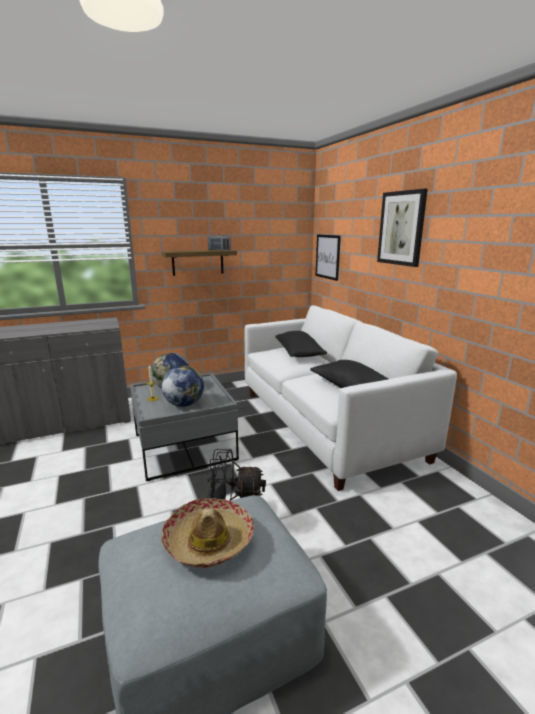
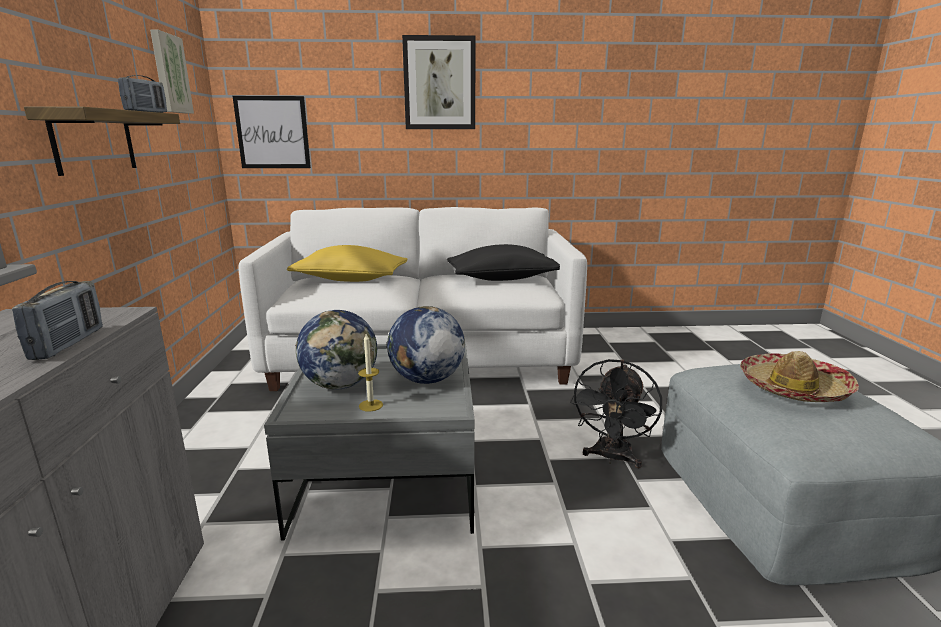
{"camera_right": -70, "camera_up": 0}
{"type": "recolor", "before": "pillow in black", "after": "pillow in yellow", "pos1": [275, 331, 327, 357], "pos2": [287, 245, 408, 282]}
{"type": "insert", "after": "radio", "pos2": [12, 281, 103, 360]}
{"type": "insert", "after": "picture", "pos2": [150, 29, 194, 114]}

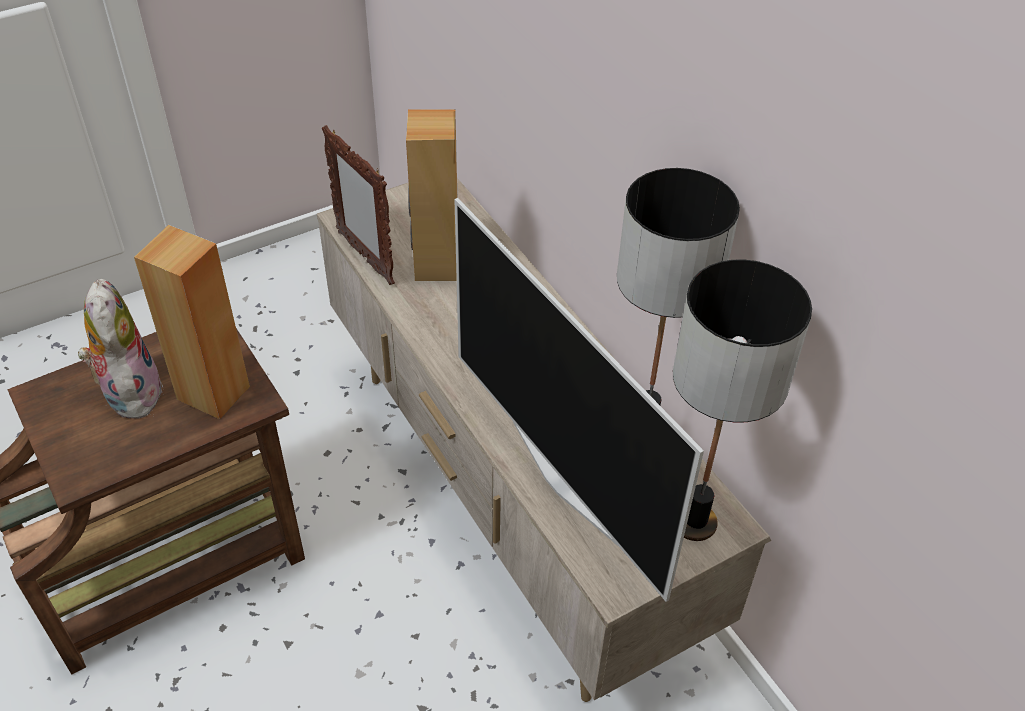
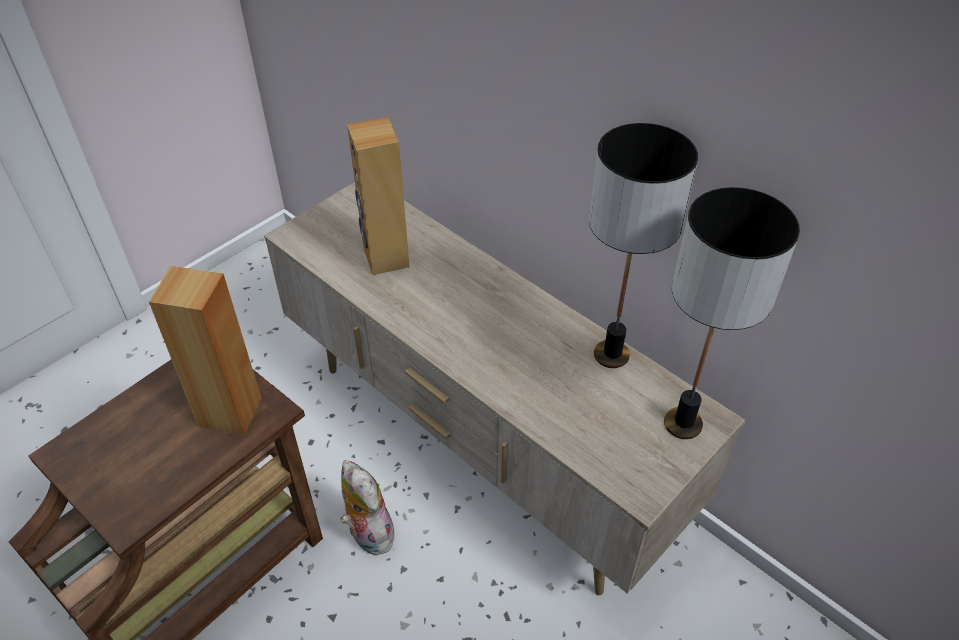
{"camera_right": -15, "camera_up": 0}
{"type": "move", "before": "plush toy", "pos1": [77, 279, 163, 419], "pos2": [341, 460, 397, 555]}
{"type": "delete", "before": "picture frame", "pos1": [322, 125, 395, 285]}
{"type": "delete", "before": "television", "pos1": [454, 198, 704, 602]}

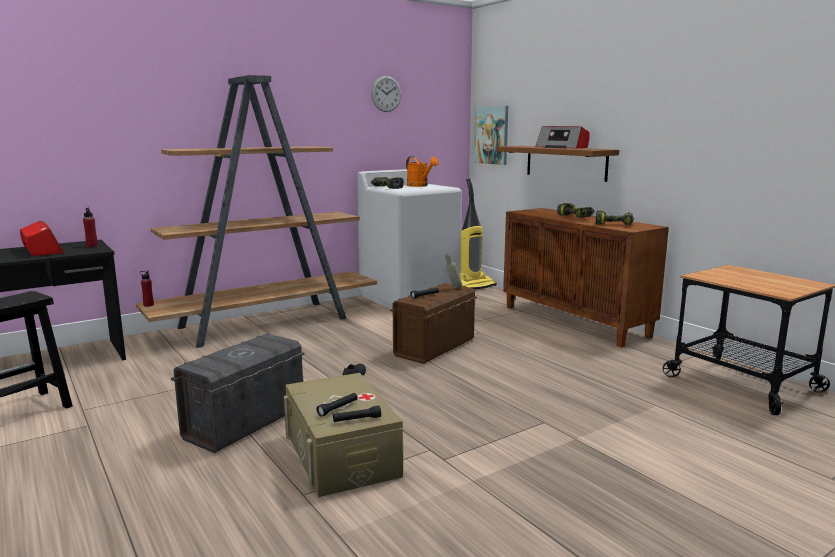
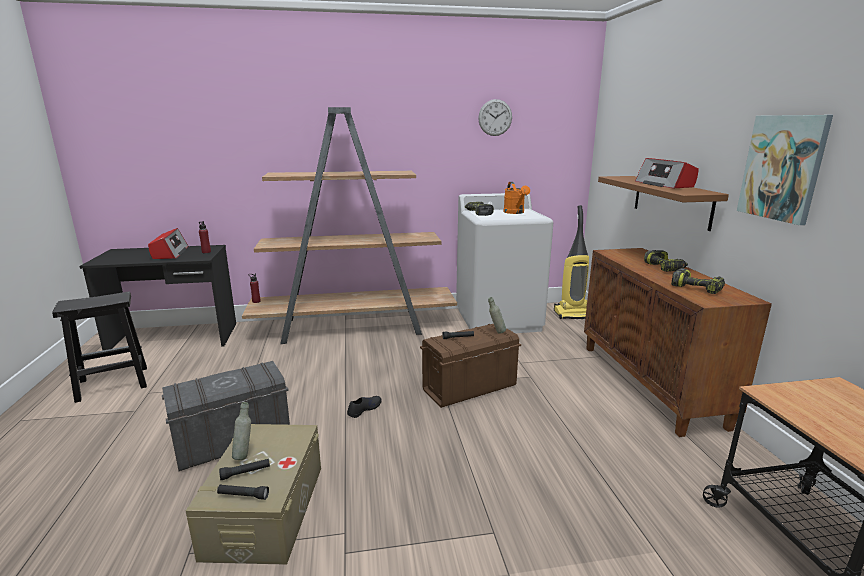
{"camera_right": 25, "camera_up": 5}
{"type": "move", "before": "picture", "pos1": [474, 106, 508, 165], "pos2": [737, 115, 833, 225]}
{"type": "insert", "after": "bottle in grey", "pos2": [232, 402, 251, 460]}

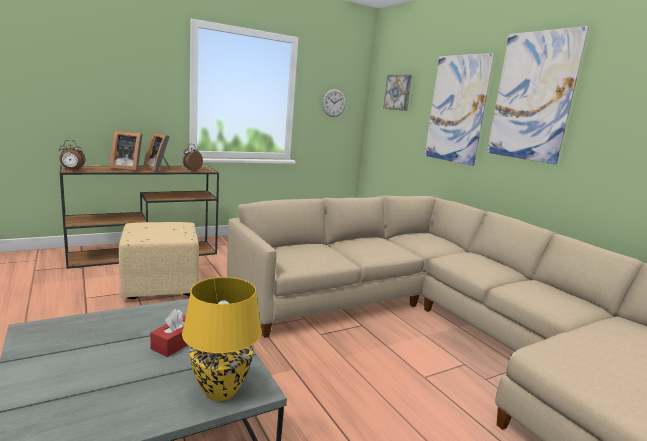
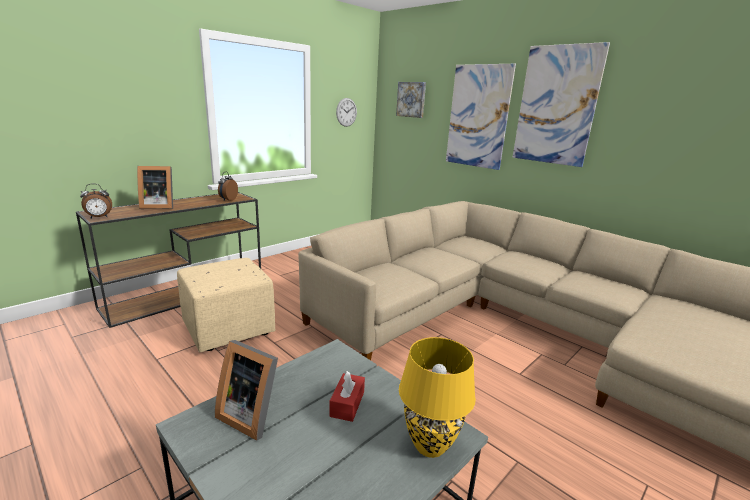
{"camera_right": -15, "camera_up": 5}
{"type": "move", "before": "picture frame", "pos1": [144, 132, 170, 171], "pos2": [215, 340, 278, 441]}

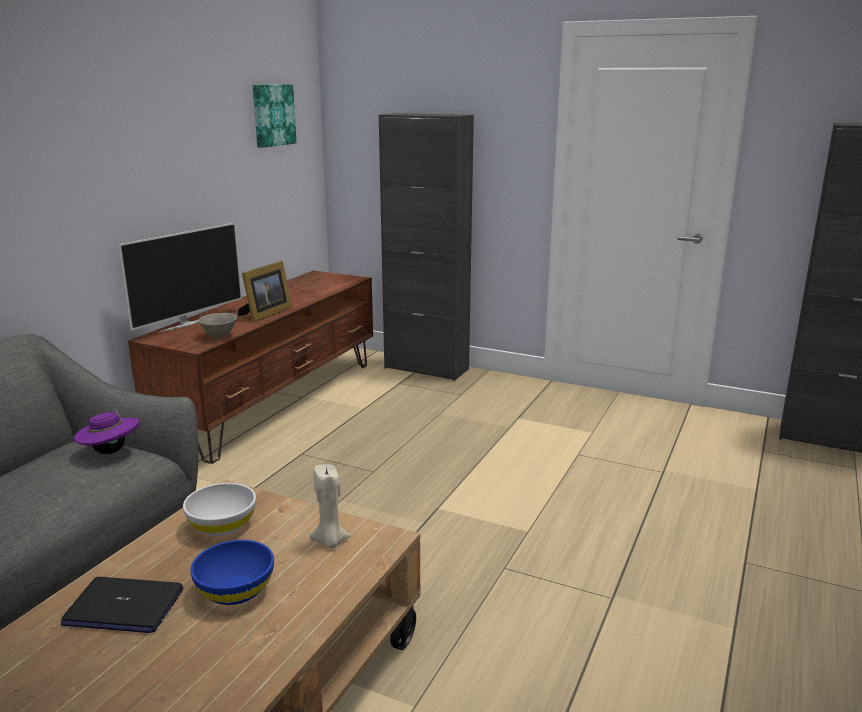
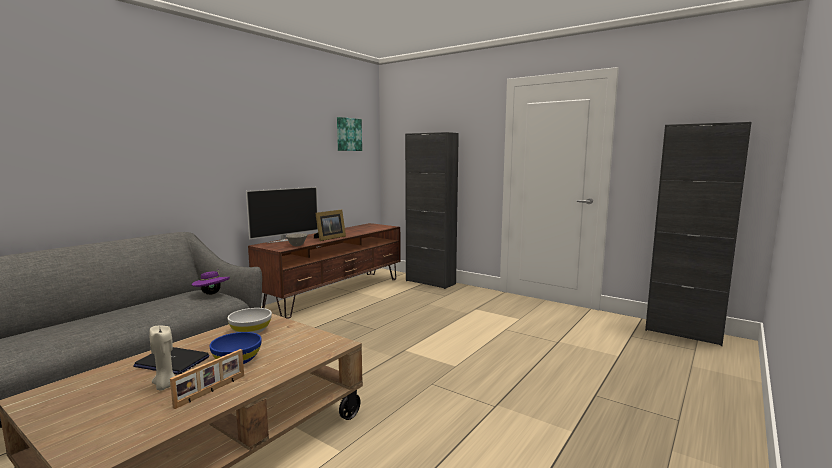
{"camera_right": 10, "camera_up": -10}
{"type": "move", "before": "candle in beige", "pos1": [310, 464, 350, 548], "pos2": [149, 326, 175, 390]}
{"type": "insert", "after": "picture frame", "pos2": [170, 349, 244, 409]}

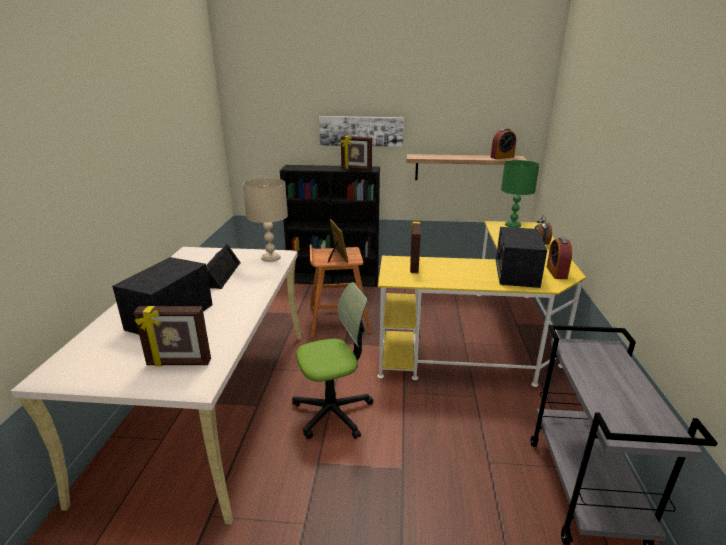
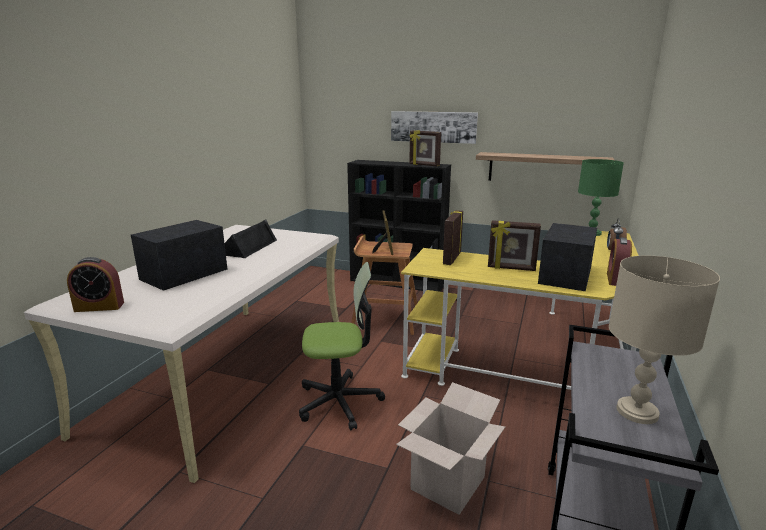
{"camera_right": 15, "camera_up": -5}
{"type": "move", "before": "picture frame", "pos1": [134, 306, 211, 366], "pos2": [488, 220, 541, 271]}
{"type": "move", "before": "table lamp in beige", "pos1": [243, 178, 288, 262], "pos2": [609, 256, 720, 424]}
{"type": "move", "before": "alarm clock", "pos1": [491, 128, 516, 159], "pos2": [67, 257, 124, 312]}
{"type": "insert", "after": "cardboard box", "pos2": [396, 382, 505, 515]}

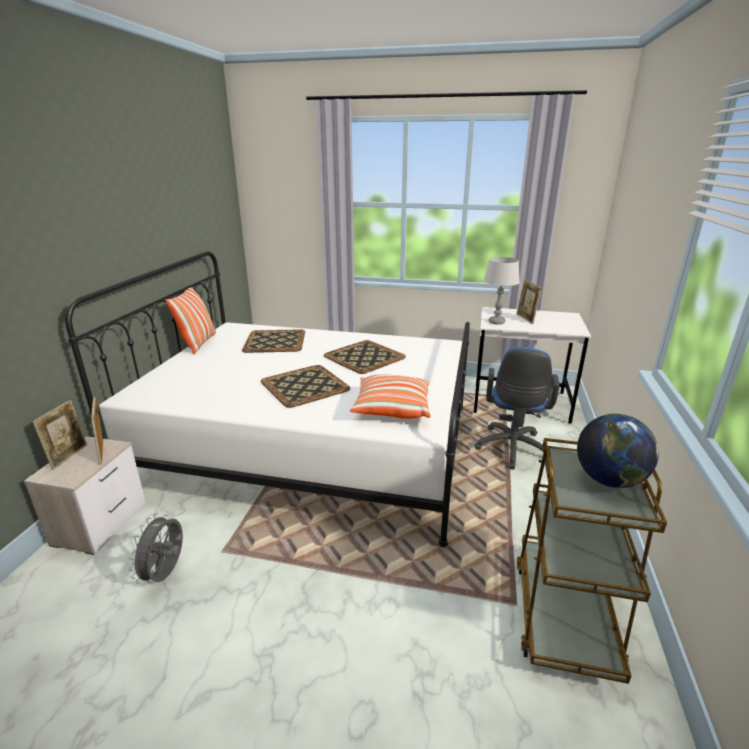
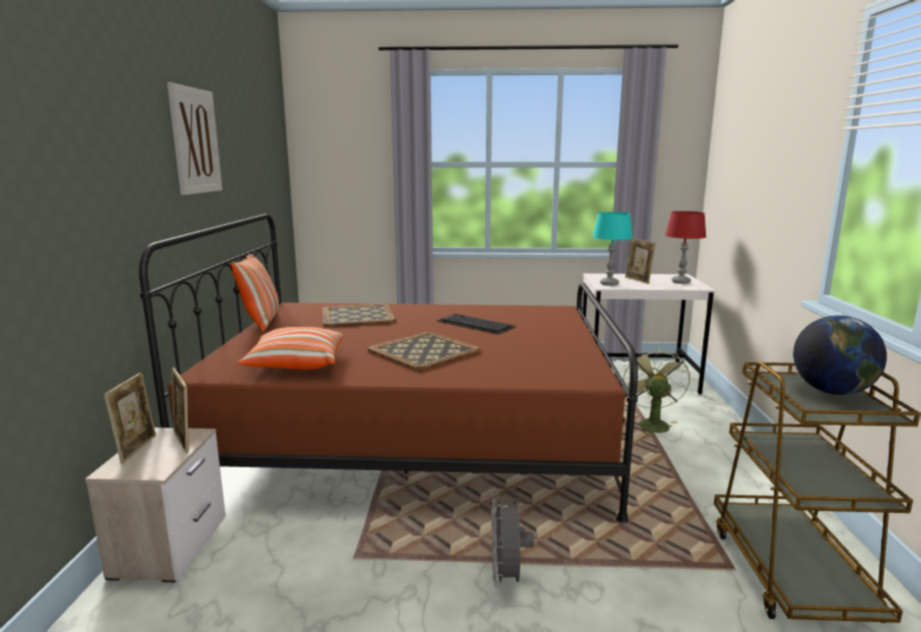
{"camera_right": -10, "camera_up": -10}
{"type": "recolor", "before": "bed in white", "after": "bed in brown", "pos1": [65, 251, 470, 547], "pos2": [139, 214, 638, 523]}
{"type": "move", "before": "fan in grey", "pos1": [129, 513, 183, 584], "pos2": [491, 494, 534, 588]}
{"type": "replace", "before": "tray", "after": "keyboard", "pos1": [324, 340, 406, 374], "pos2": [436, 314, 516, 334]}
{"type": "move", "before": "pillow", "pos1": [350, 374, 431, 419], "pos2": [238, 327, 344, 370]}
{"type": "replace", "before": "office chair in blue", "after": "fan in green", "pos1": [474, 347, 560, 469], "pos2": [623, 347, 690, 434]}
{"type": "recolor", "before": "table lamp in grey", "after": "table lamp in turquoise", "pos1": [483, 257, 520, 325], "pos2": [593, 212, 633, 286]}
{"type": "insert", "after": "picture", "pos2": [167, 83, 222, 195]}
{"type": "insert", "after": "table lamp in red", "pos2": [665, 211, 706, 284]}

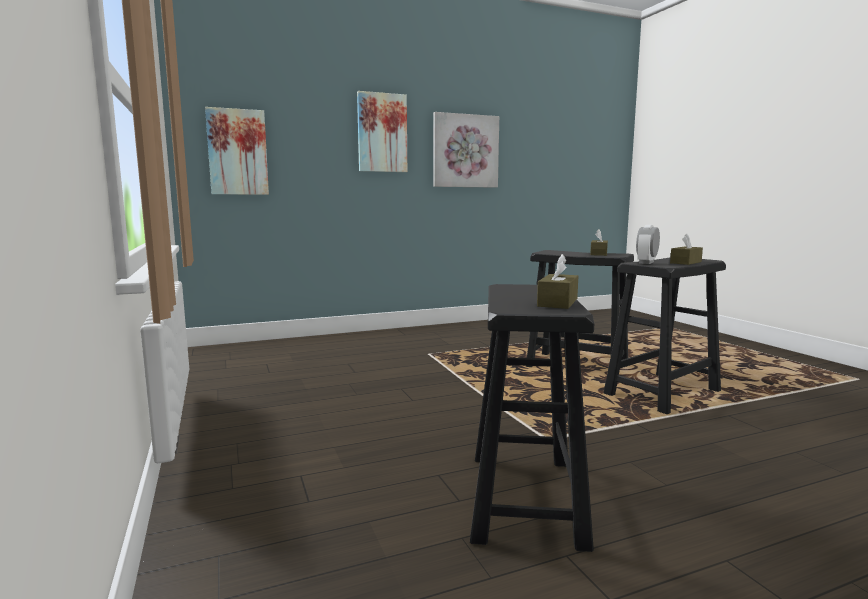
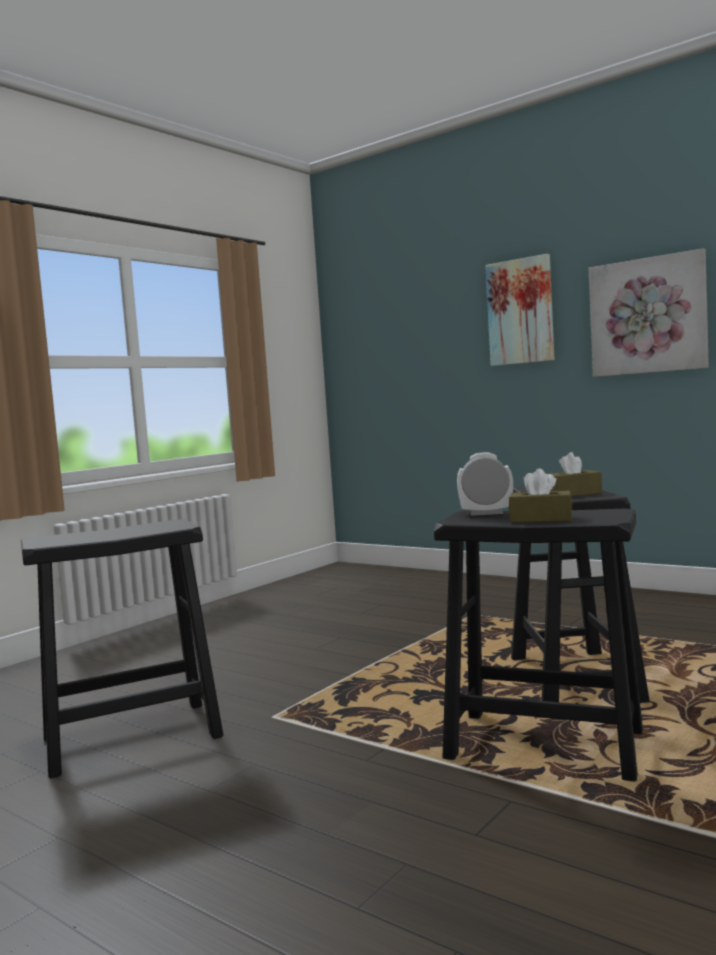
{"camera_right": 60, "camera_up": -5}
{"type": "delete", "before": "picture", "pos1": [205, 107, 269, 195]}
{"type": "delete", "before": "tissue box in brown", "pos1": [537, 254, 578, 309]}

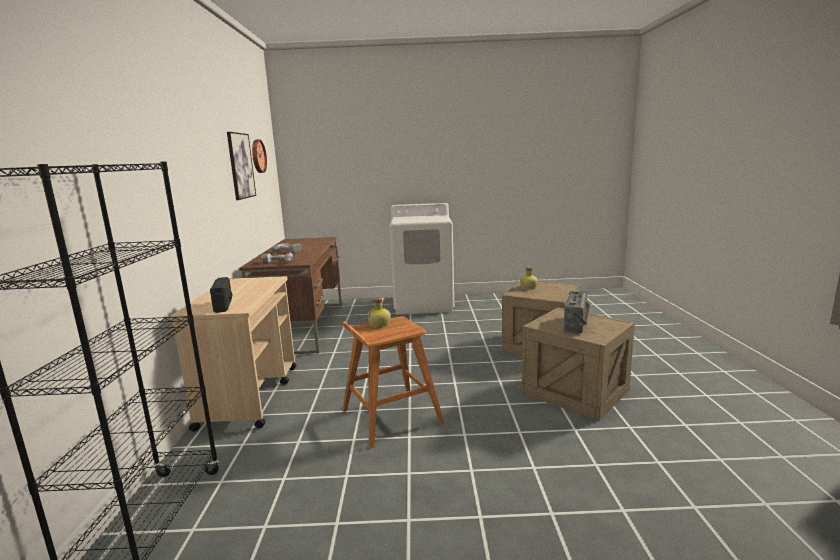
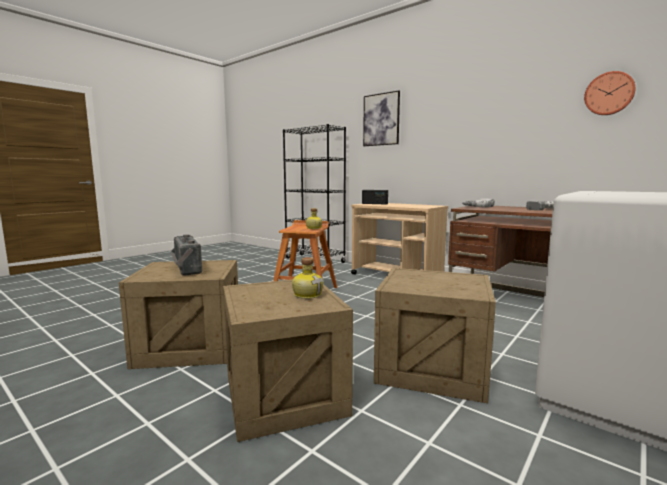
{"camera_right": 130, "camera_up": -5}
{"type": "move", "before": "picture", "pos1": [227, 132, 256, 200], "pos2": [363, 90, 400, 146]}
{"type": "insert", "after": "crate", "pos2": [374, 268, 496, 403]}

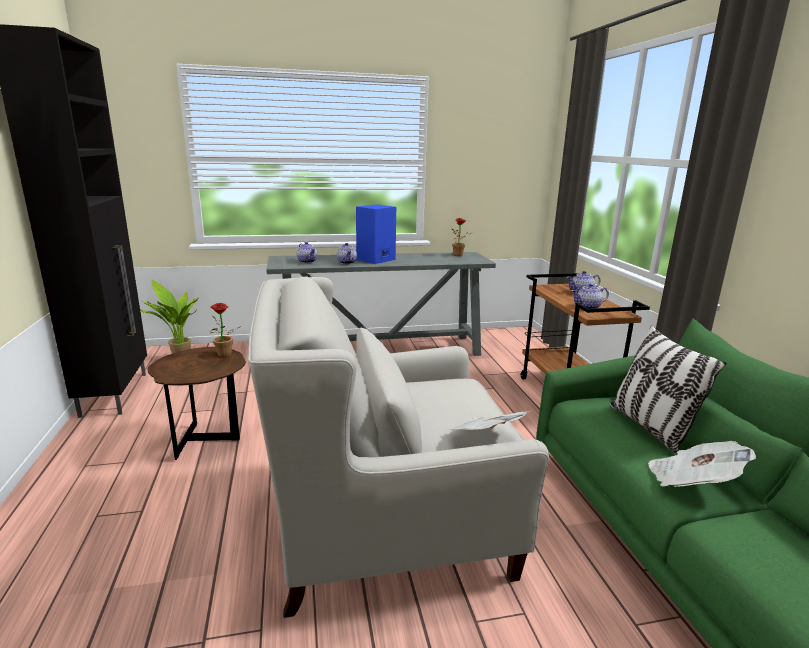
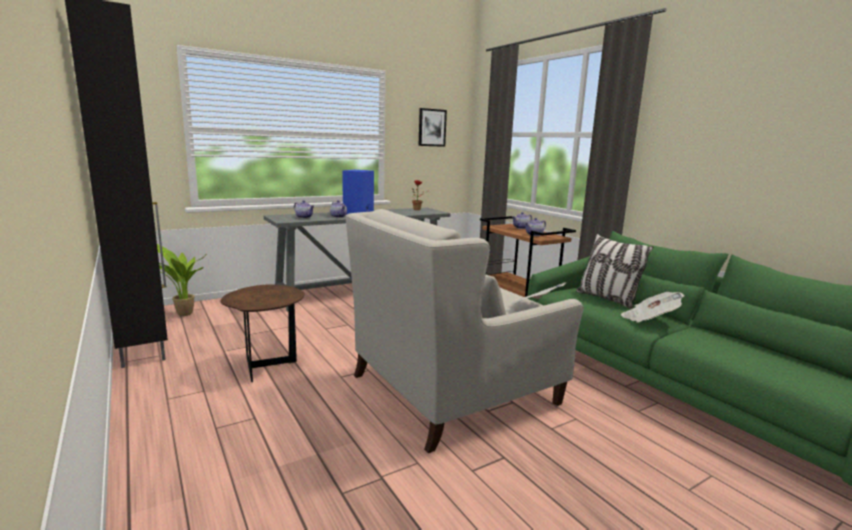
{"camera_right": -20, "camera_up": -5}
{"type": "delete", "before": "potted plant", "pos1": [209, 303, 241, 357]}
{"type": "insert", "after": "picture", "pos2": [418, 108, 447, 147]}

